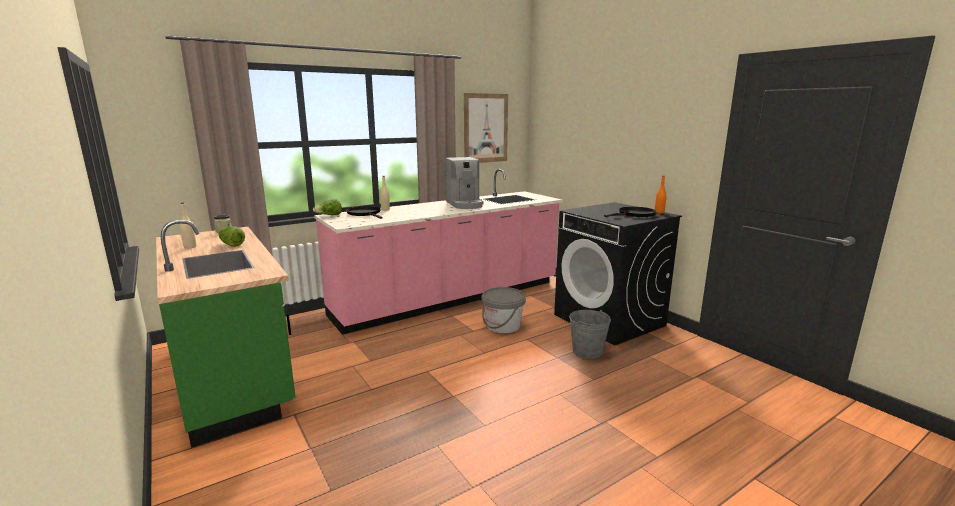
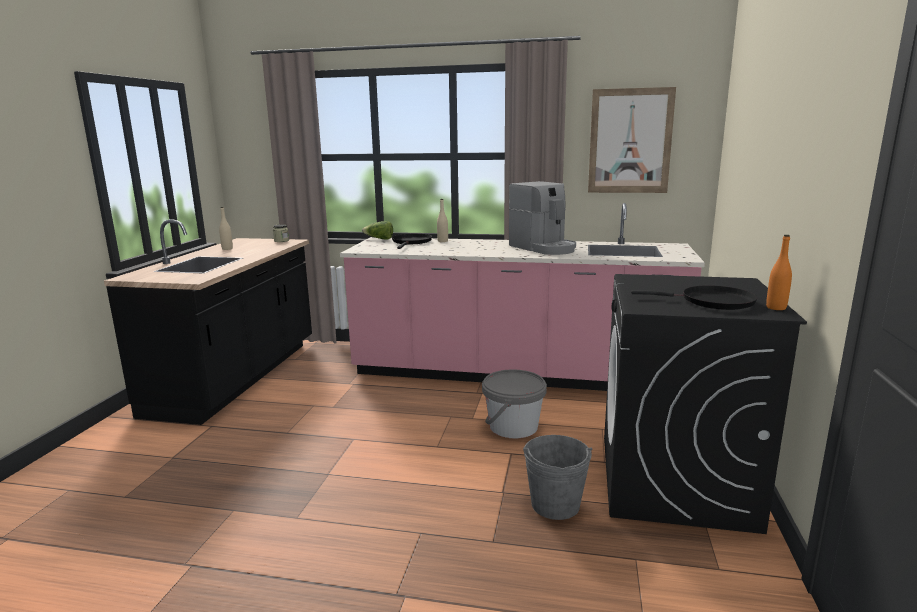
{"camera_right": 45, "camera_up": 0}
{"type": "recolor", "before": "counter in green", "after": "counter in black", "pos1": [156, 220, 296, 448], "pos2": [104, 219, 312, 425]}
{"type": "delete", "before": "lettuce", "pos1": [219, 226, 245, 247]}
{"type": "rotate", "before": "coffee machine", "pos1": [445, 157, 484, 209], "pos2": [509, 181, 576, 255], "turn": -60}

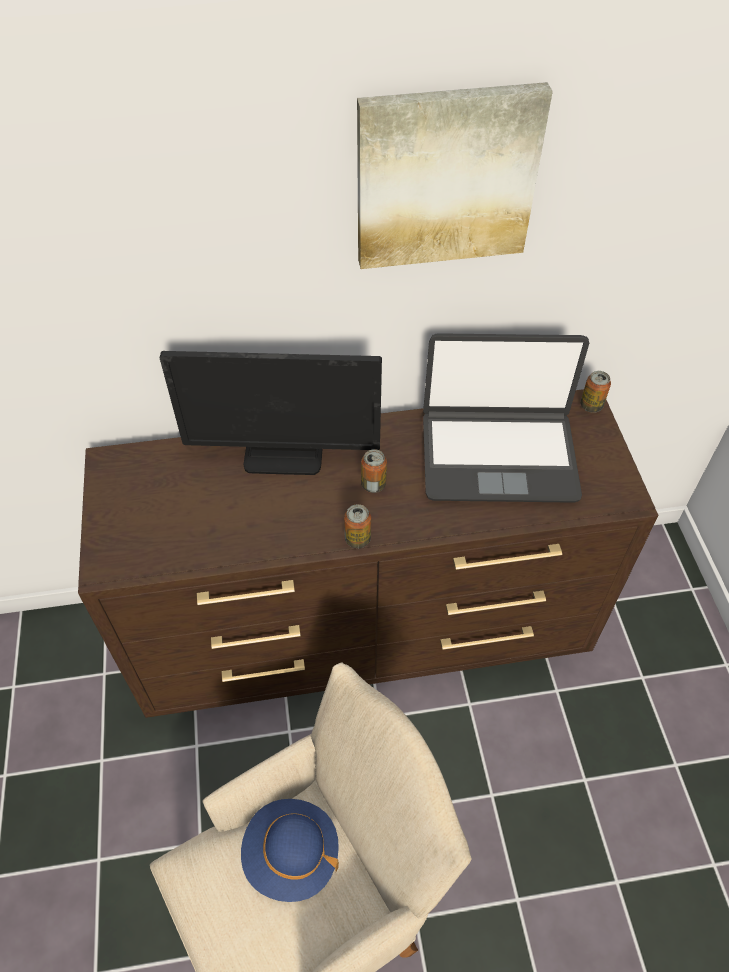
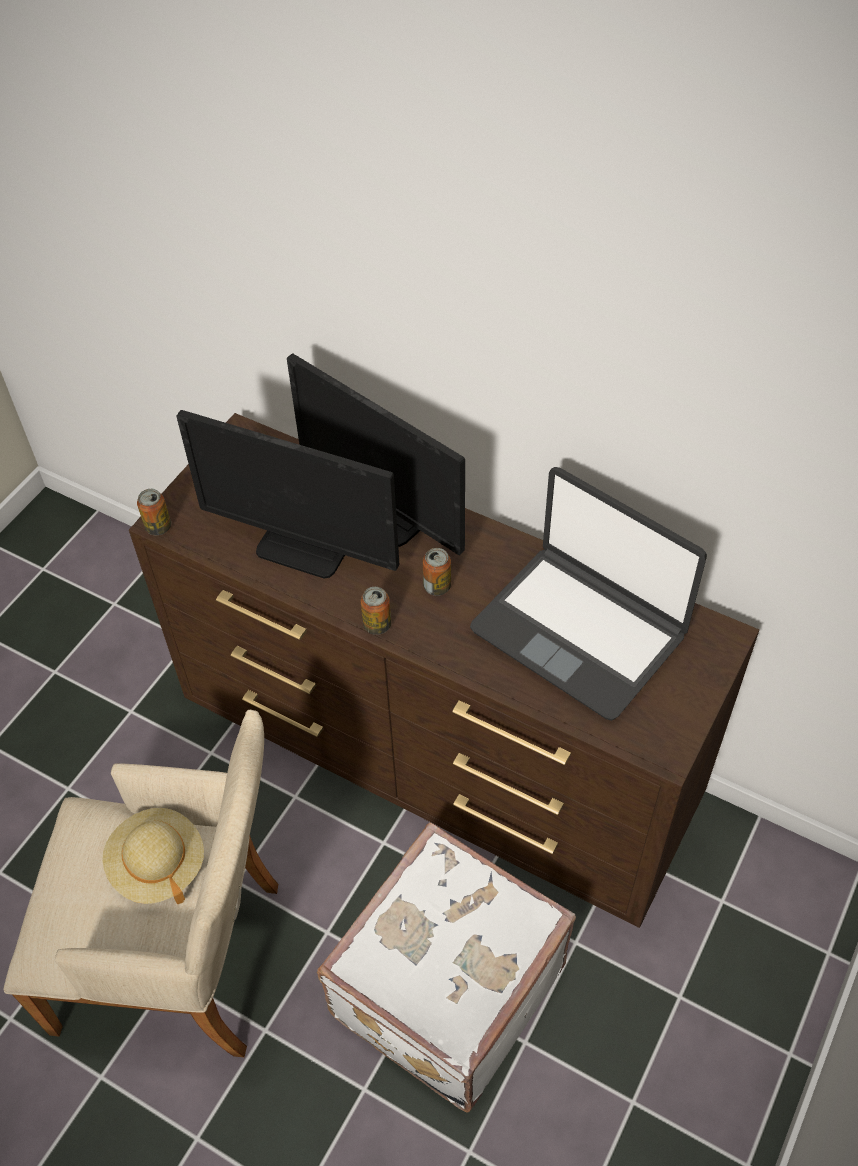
{"camera_right": 40, "camera_up": 0}
{"type": "recolor", "before": "hat in blue", "after": "hat in beige", "pos1": [241, 799, 339, 902], "pos2": [102, 808, 204, 904]}
{"type": "delete", "before": "picture", "pos1": [357, 82, 553, 269]}
{"type": "move", "before": "can", "pos1": [580, 371, 611, 413], "pos2": [137, 489, 171, 535]}
{"type": "insert", "after": "monitor", "pos2": [176, 410, 399, 579]}
{"type": "insert", "after": "suitcase in white", "pos2": [317, 822, 576, 1113]}

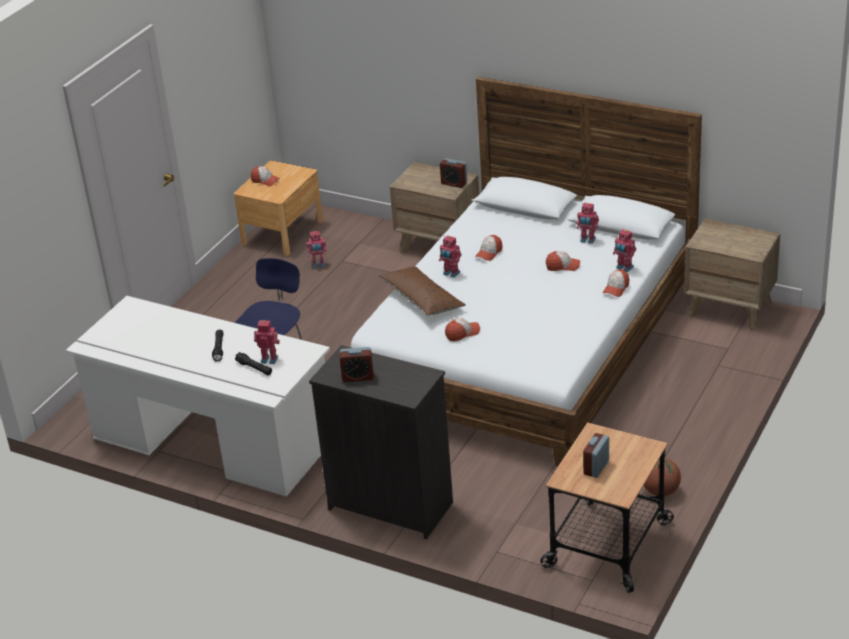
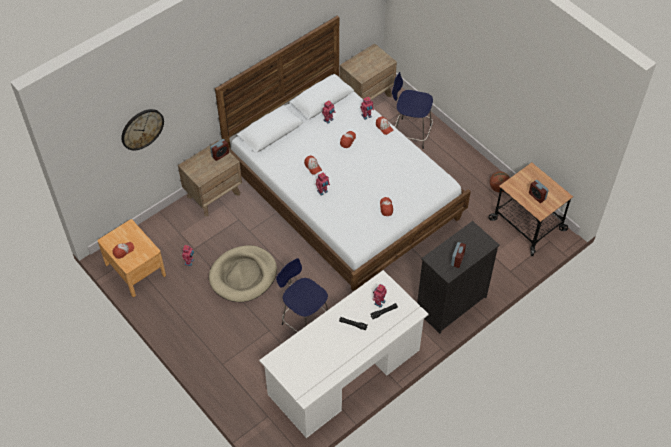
{"camera_right": -70, "camera_up": 20}
{"type": "delete", "before": "pillow in brown", "pos1": [378, 266, 466, 316]}
{"type": "insert", "after": "wall clock", "pos2": [121, 109, 164, 151]}
{"type": "insert", "after": "dog bed in beige", "pos2": [209, 245, 277, 302]}
{"type": "insert", "after": "stool in blue", "pos2": [392, 72, 433, 149]}

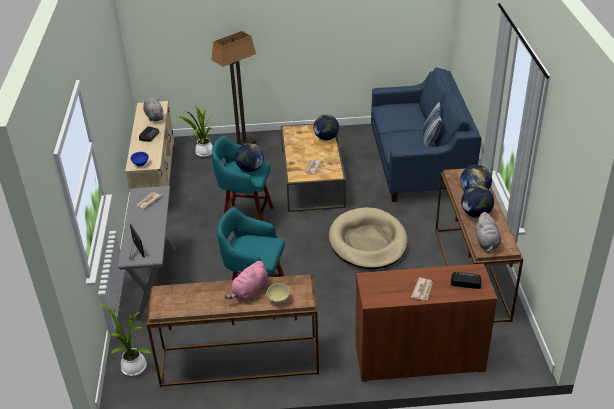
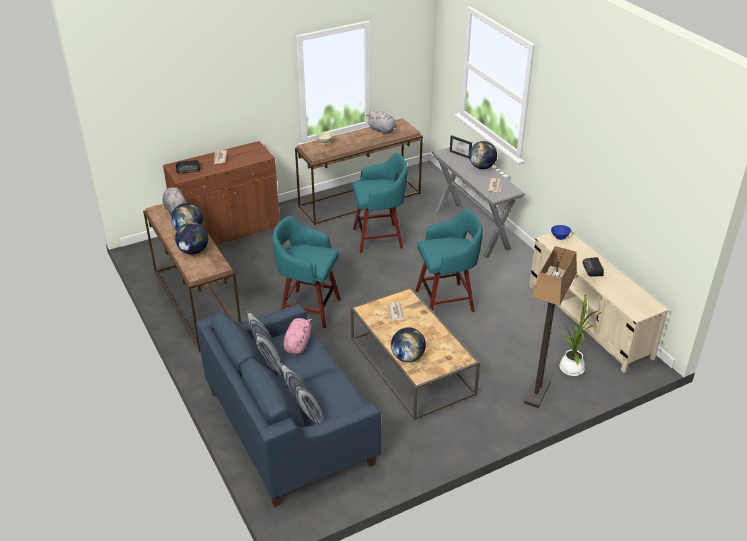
{"camera_right": 155, "camera_up": 0}
{"type": "delete", "before": "potted plant", "pos1": [98, 303, 151, 376]}
{"type": "move", "before": "plush toy in grey", "pos1": [143, 97, 164, 121], "pos2": [366, 109, 396, 135]}
{"type": "move", "before": "plush toy in pink", "pos1": [224, 261, 268, 300], "pos2": [283, 318, 313, 355]}
{"type": "move", "before": "globe", "pos1": [235, 143, 264, 172], "pos2": [469, 141, 497, 169]}
{"type": "replace", "before": "dog bed in beige", "after": "stool in turquoise", "pos1": [329, 207, 408, 269], "pos2": [272, 216, 341, 328]}
{"type": "insert", "after": "pillow", "pos2": [280, 363, 324, 424]}

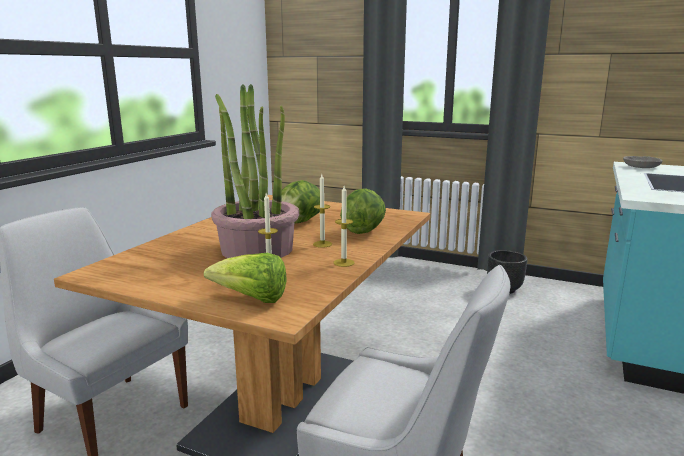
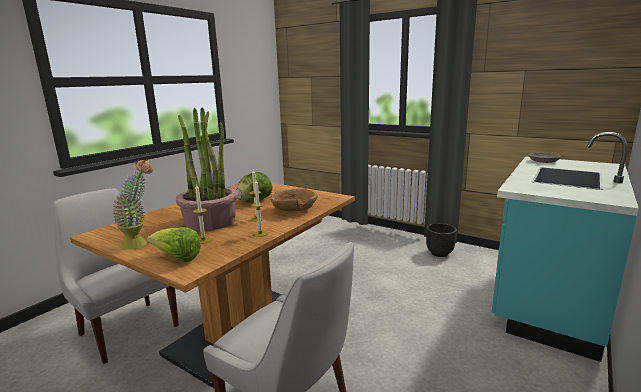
{"camera_right": 10, "camera_up": 0}
{"type": "replace", "before": "lettuce", "after": "bowl in brown", "pos1": [340, 188, 386, 234], "pos2": [271, 188, 318, 211]}
{"type": "insert", "after": "potted plant", "pos2": [113, 159, 153, 250]}

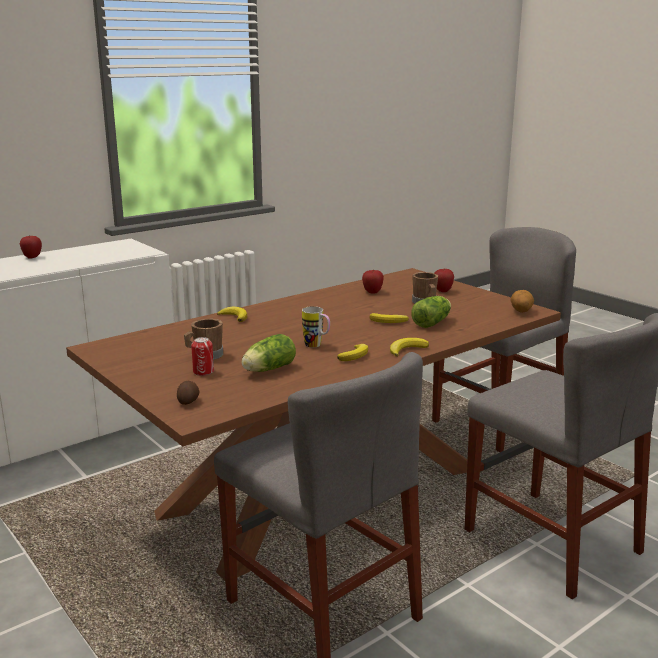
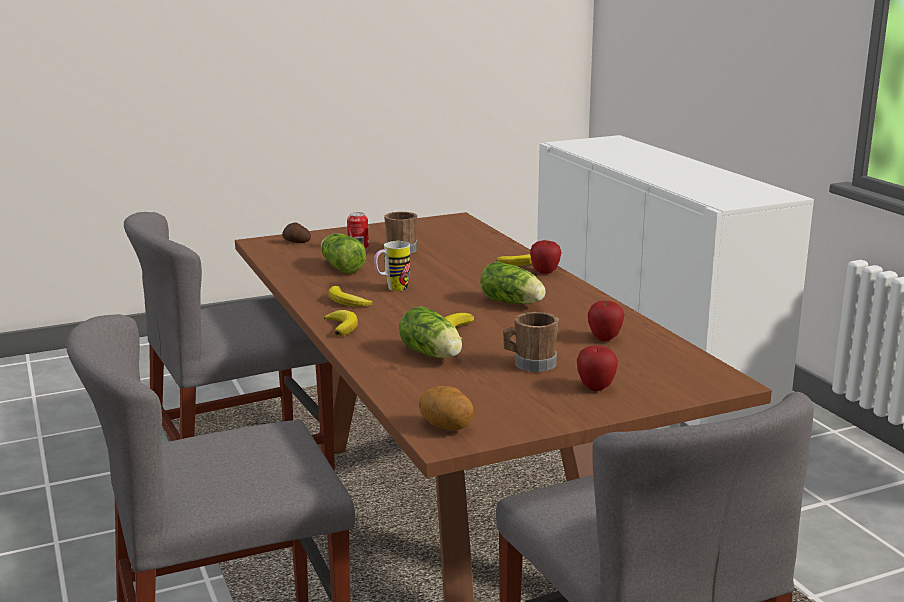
{"camera_right": 105, "camera_up": 0}
{"type": "move", "before": "apple", "pos1": [20, 235, 42, 259], "pos2": [530, 240, 561, 274]}
{"type": "insert", "after": "lettuce", "pos2": [480, 261, 546, 304]}

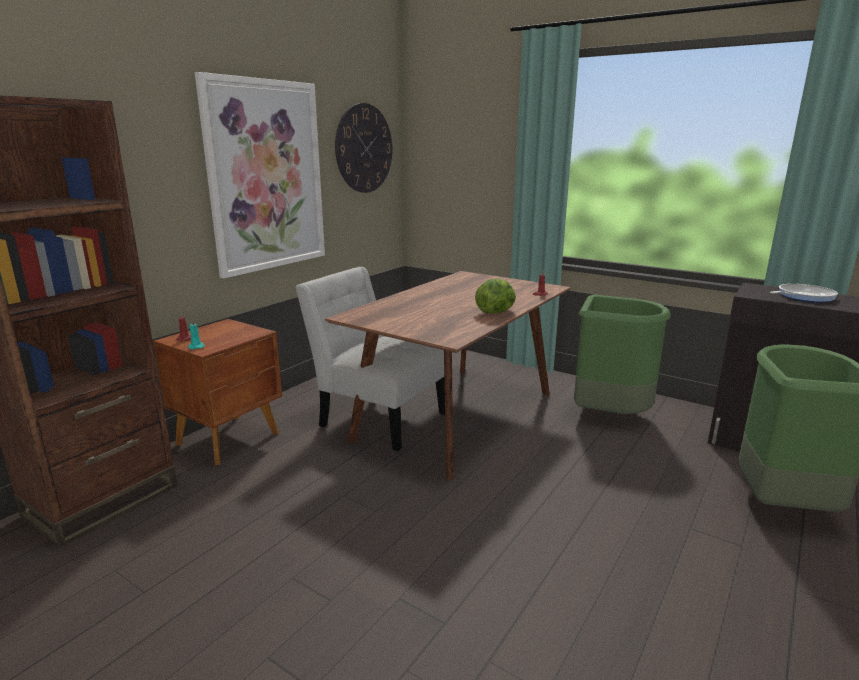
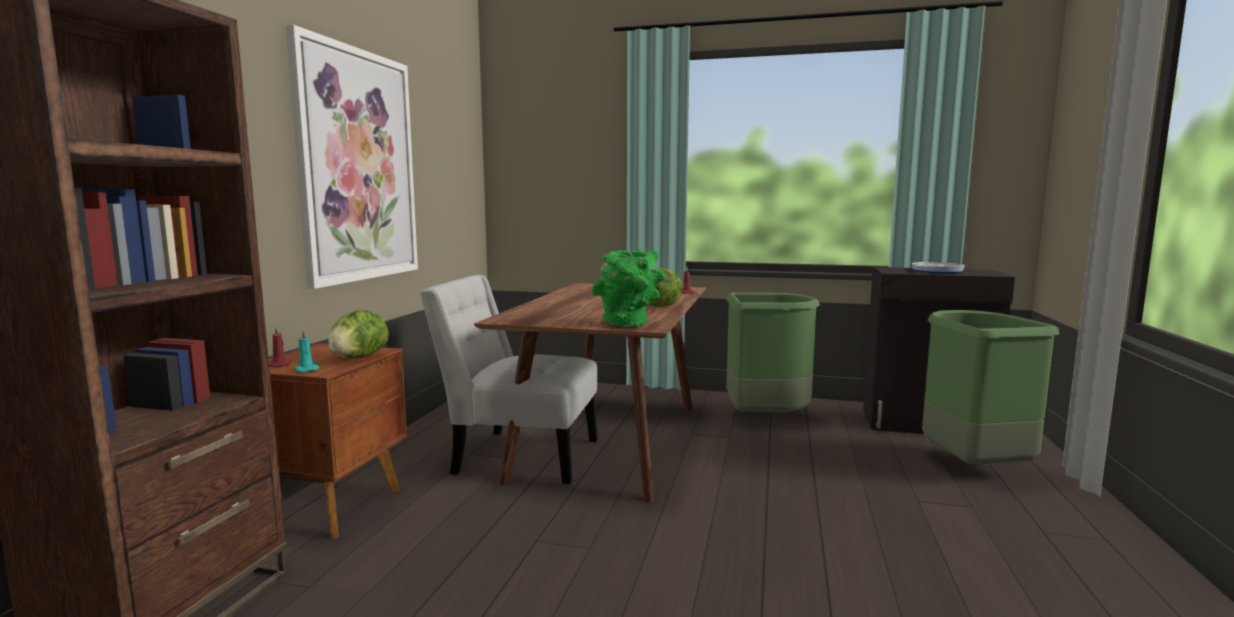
{"camera_right": -20, "camera_up": -10}
{"type": "delete", "before": "wall clock", "pos1": [335, 103, 392, 193]}
{"type": "insert", "after": "lettuce", "pos2": [328, 310, 389, 359]}
{"type": "insert", "after": "vase in green", "pos2": [592, 249, 666, 327]}

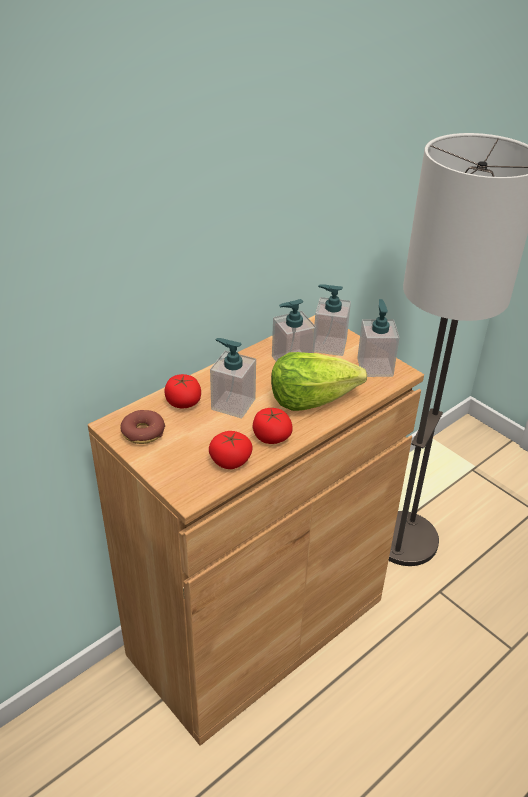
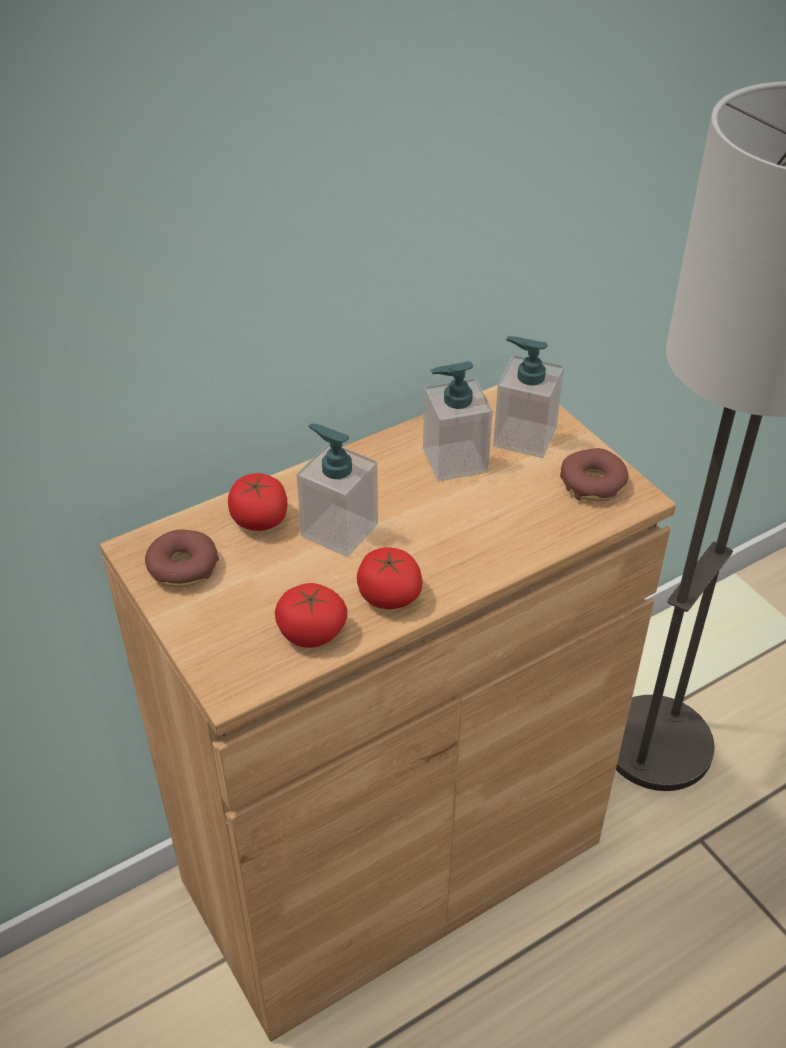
{"camera_right": 10, "camera_up": 5}
{"type": "delete", "before": "lettuce", "pos1": [271, 352, 367, 411]}
{"type": "replace", "before": "soap dispenser", "after": "donut", "pos1": [357, 299, 400, 377], "pos2": [560, 448, 628, 501]}

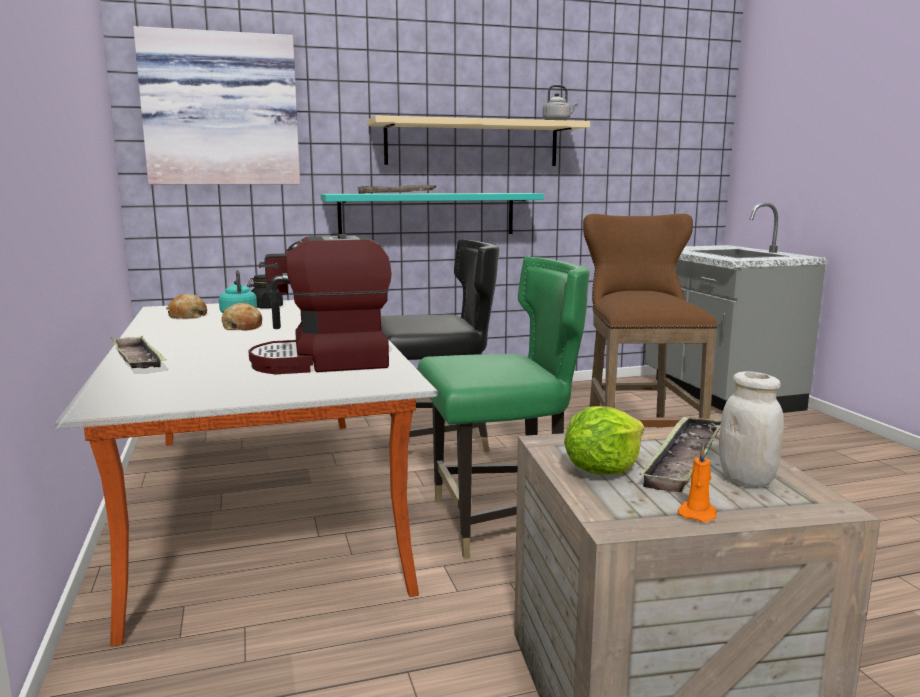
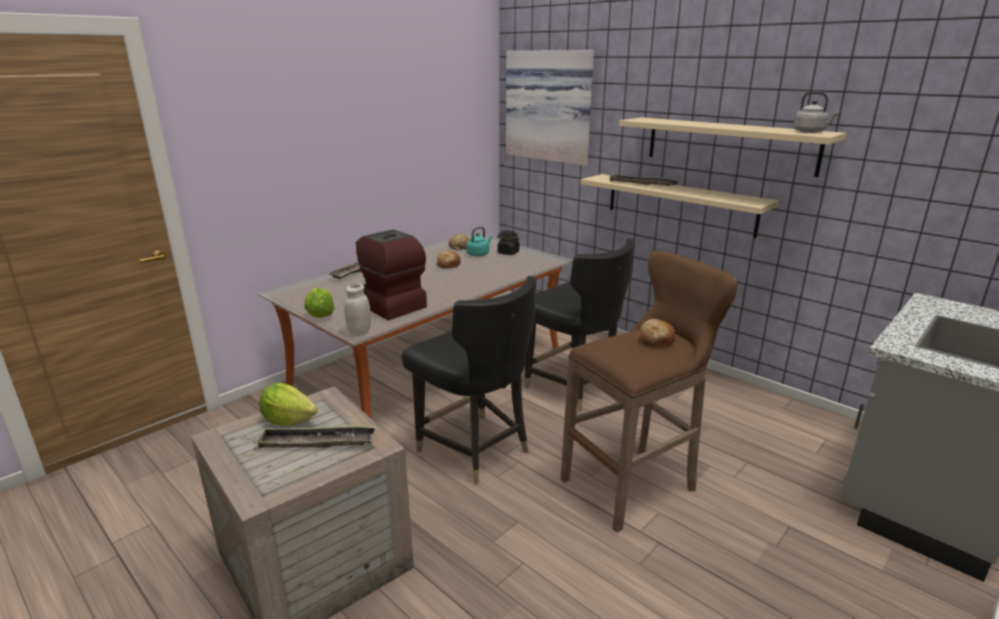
{"camera_right": 60, "camera_up": 10}
{"type": "recolor", "before": "shelf in turquoise", "after": "shelf in beige", "pos1": [320, 193, 544, 234], "pos2": [580, 174, 779, 238]}
{"type": "recolor", "before": "chair in green", "after": "chair in black", "pos1": [418, 257, 590, 559], "pos2": [402, 276, 536, 484]}
{"type": "delete", "before": "candle in orange", "pos1": [677, 446, 717, 522]}
{"type": "move", "before": "jar in white", "pos1": [719, 371, 784, 488], "pos2": [344, 283, 371, 336]}
{"type": "insert", "after": "lettuce", "pos2": [304, 288, 334, 318]}
{"type": "insert", "after": "bread", "pos2": [637, 319, 675, 347]}

